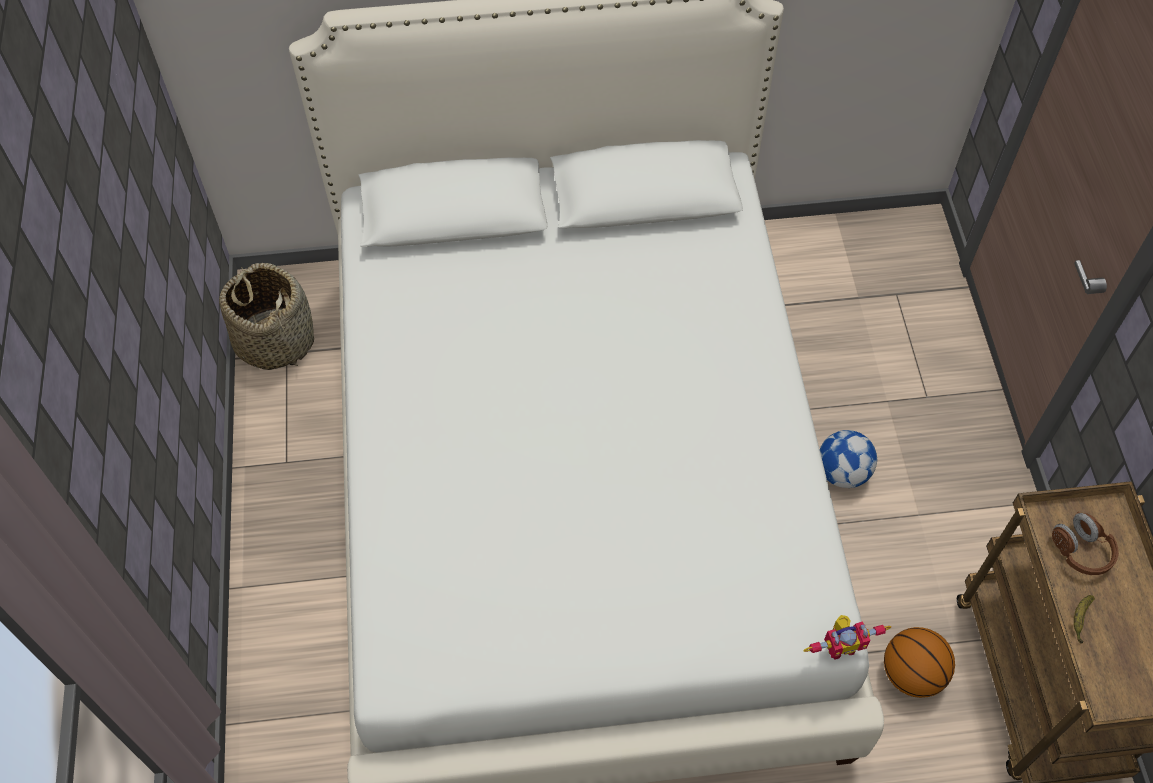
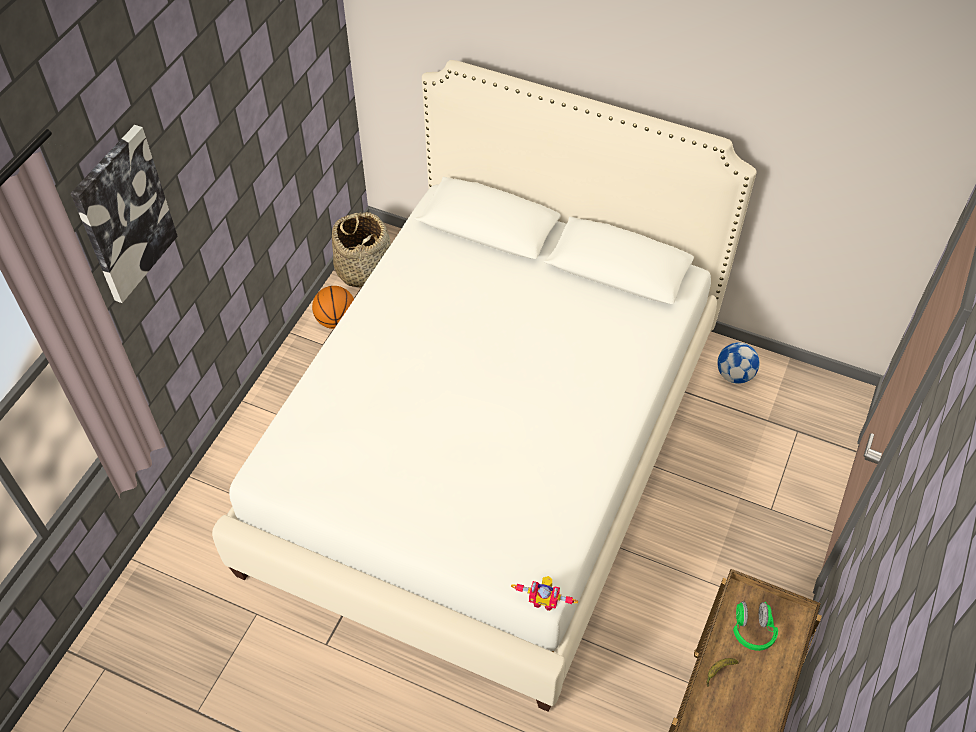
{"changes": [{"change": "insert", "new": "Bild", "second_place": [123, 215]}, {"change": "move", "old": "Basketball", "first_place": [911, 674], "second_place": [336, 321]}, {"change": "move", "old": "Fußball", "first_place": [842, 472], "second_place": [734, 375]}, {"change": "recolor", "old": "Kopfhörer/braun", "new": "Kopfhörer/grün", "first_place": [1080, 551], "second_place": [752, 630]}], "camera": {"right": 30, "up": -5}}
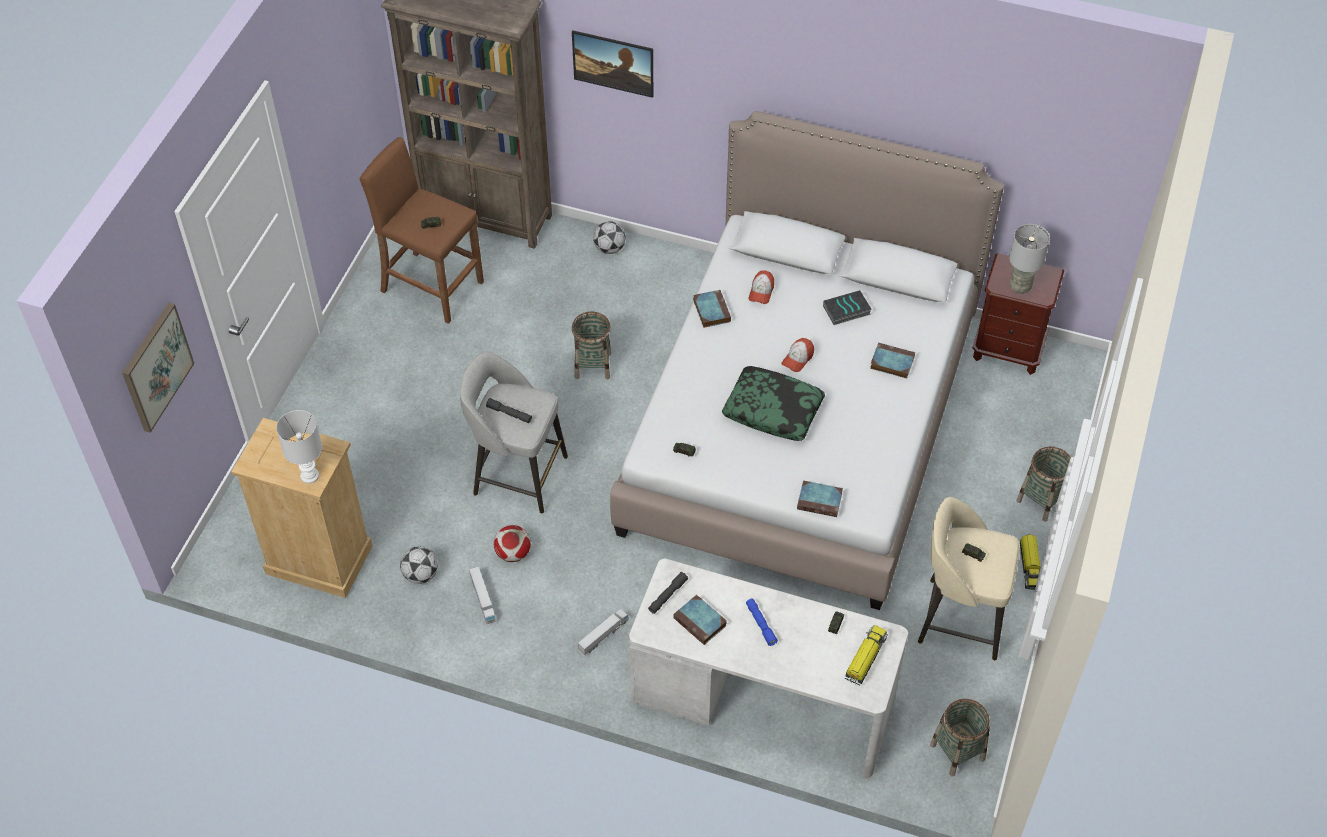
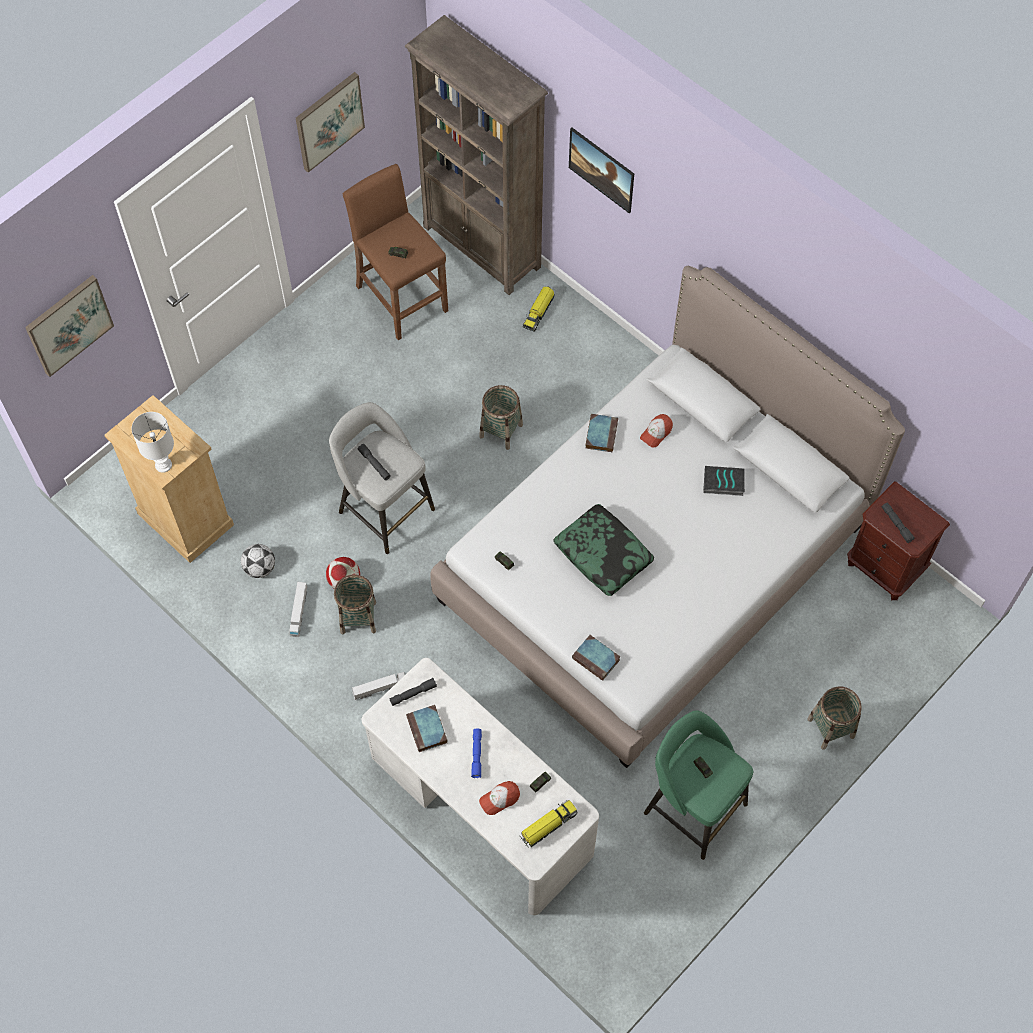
{"changes": [{"change": "insert", "new": "Bild", "second_place": [329, 121]}, {"change": "move", "old": "Korb", "first_place": [957, 752], "second_place": [358, 617]}, {"change": "move", "old": "Kappe", "first_place": [798, 358], "second_place": [500, 799]}, {"change": "move", "old": "Spielzeuglaster", "first_place": [1029, 565], "second_place": [539, 312]}, {"change": "recolor", "old": "Hocker/beige", "new": "Hocker/grün", "first_place": [959, 618], "second_place": [692, 806]}, {"change": "replace", "old": "Tischlampe/grau", "new": "Taschenlampe/grau", "first_place": [1020, 286], "second_place": [896, 524]}, {"change": "delete", "old": "Fußball", "first_place": [609, 248]}, {"change": "delete", "old": "Buch", "first_place": [891, 363]}], "camera": {"right": 25, "up": 10}}
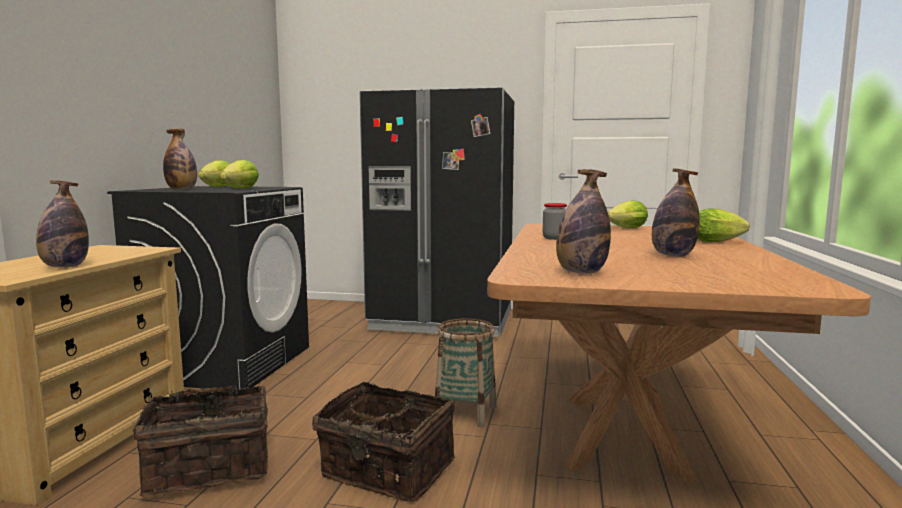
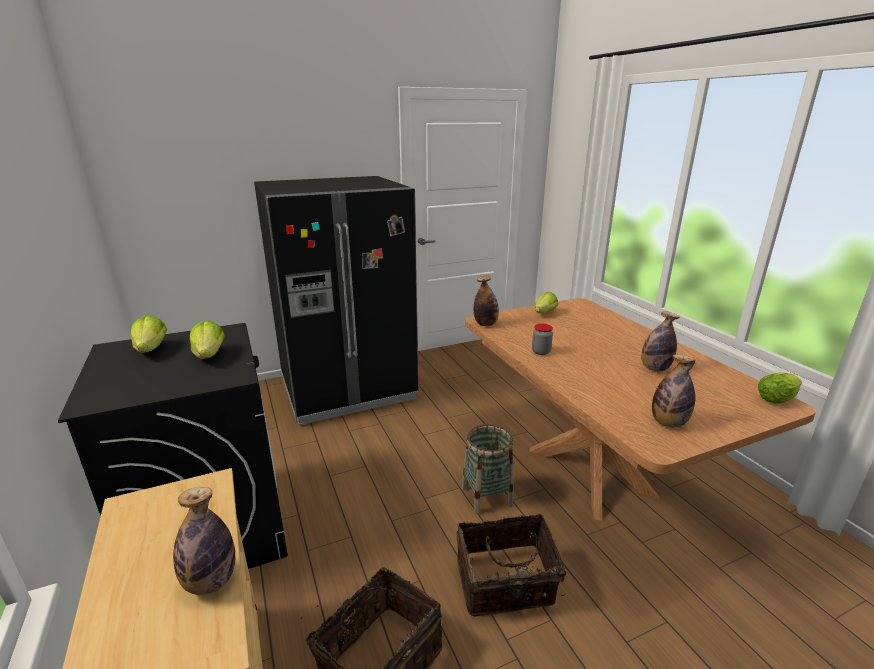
{"changes": [{"change": "move", "old": "Flasche", "first_place": [182, 189], "second_place": [485, 324]}, {"change": "move", "old": "Salatkopf", "first_place": [719, 242], "second_place": [778, 399]}], "camera": {"right": -35, "up": 15}}
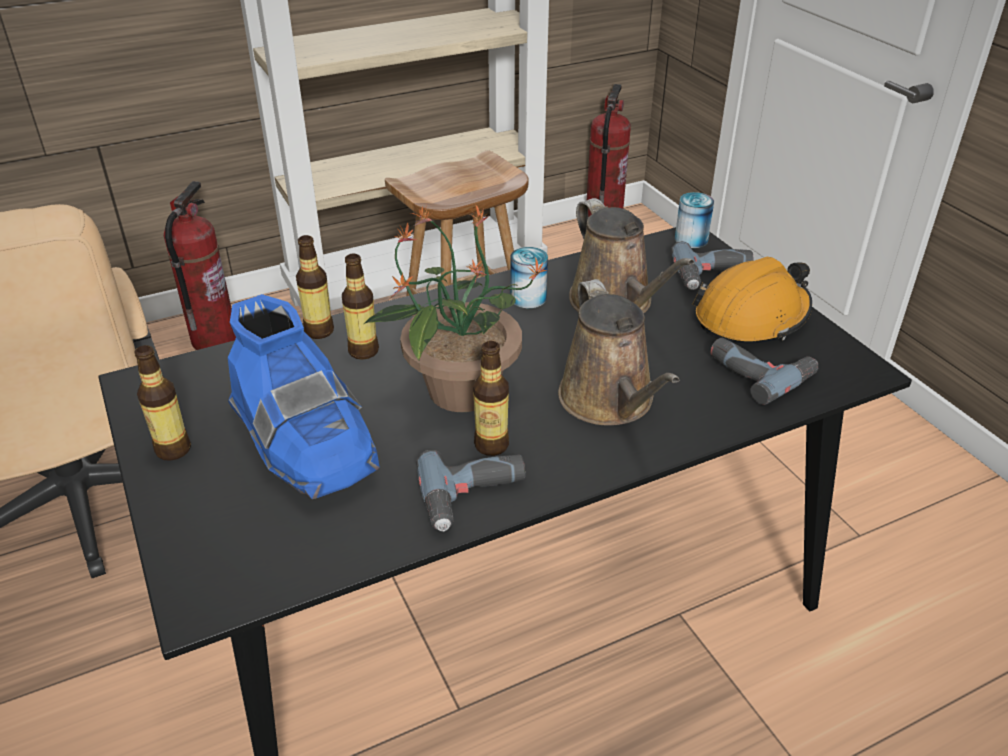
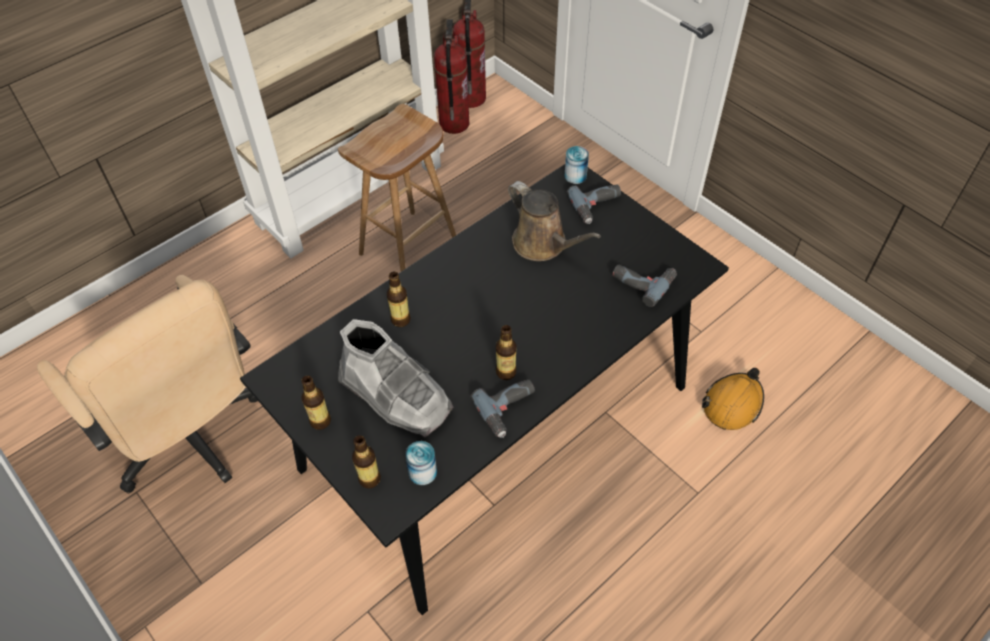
{"changes": [{"change": "recolor", "old": "Stiefel/blau", "new": "Stiefel/grau", "first_place": [304, 441], "second_place": [396, 396]}, {"change": "move", "old": "Flasche", "first_place": [319, 331], "second_place": [369, 479]}, {"change": "move", "old": "Dose", "first_place": [528, 298], "second_place": [422, 472]}, {"change": "move", "old": "Feuerlöscher", "first_place": [214, 340], "second_place": [454, 124]}, {"change": "move", "old": "Schutzhelm/orange", "first_place": [752, 317], "second_place": [732, 404]}, {"change": "delete", "old": "Topfpflanze", "first_place": [460, 390]}, {"change": "delete", "old": "Gießkanne/braun", "first_place": [610, 401]}], "camera": {"right": -15, "up": 15}}
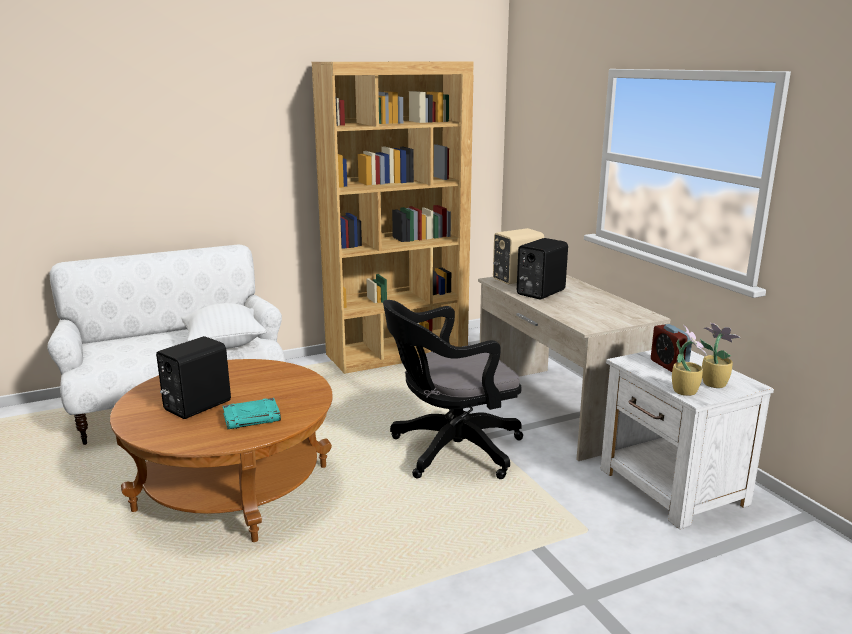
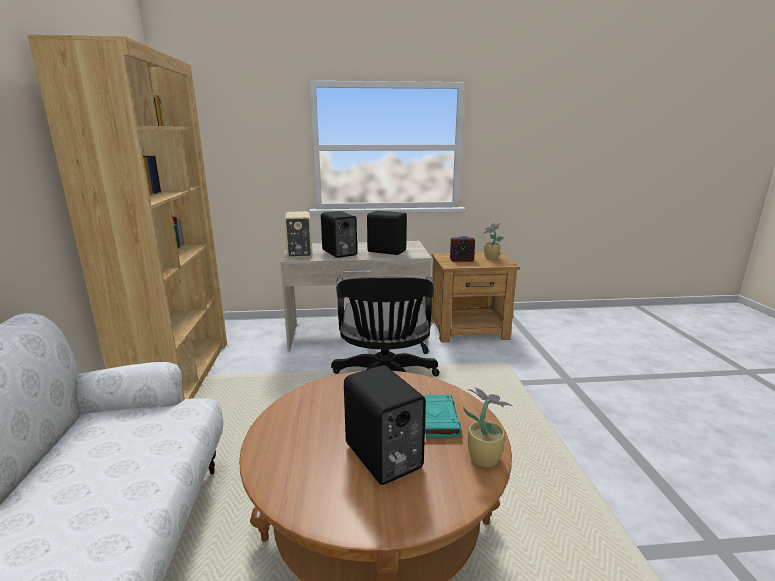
{"changes": [{"change": "insert", "new": "Lautsprecher/schwarz", "second_place": [386, 251]}, {"change": "recolor", "old": "Nachttisch/weiß", "new": "Nachttisch/braun", "first_place": [672, 487], "second_place": [469, 329]}, {"change": "move", "old": "Topfpflanze", "first_place": [685, 391], "second_place": [483, 457]}, {"change": "delete", "old": "Kissen/weiß", "first_place": [224, 344]}], "camera": {"right": -70, "up": 0}}
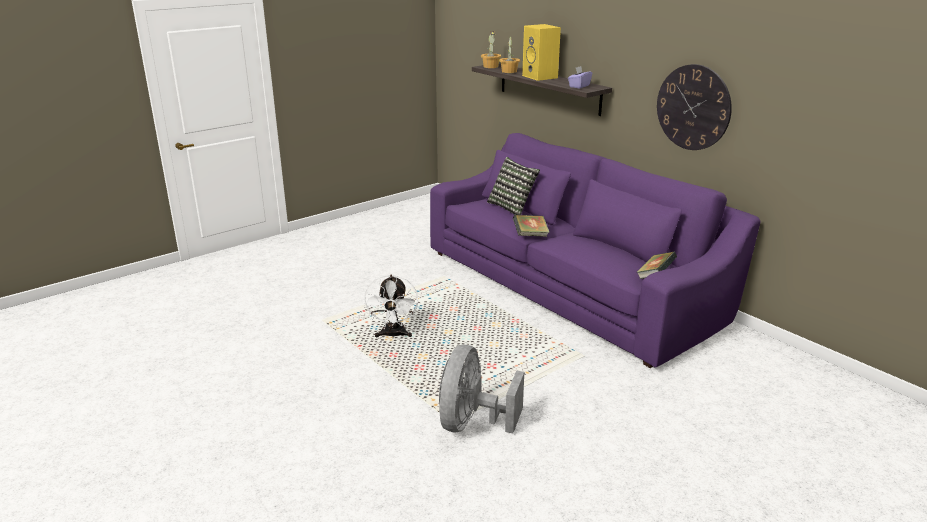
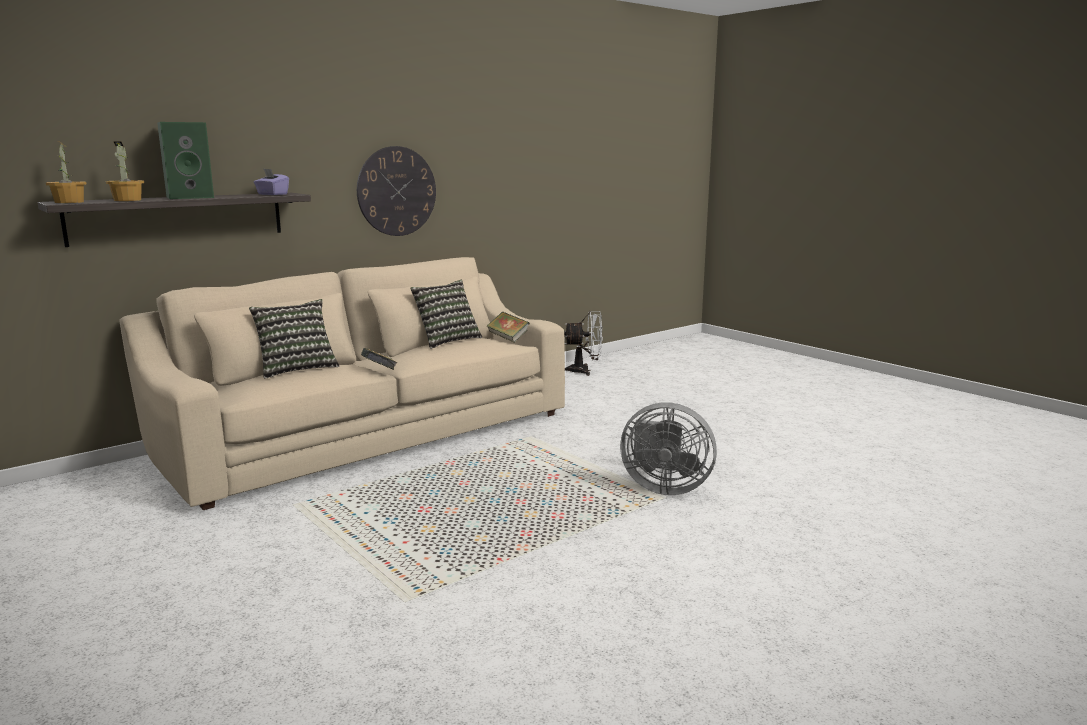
{"changes": [{"change": "recolor", "old": "Sofa/lila", "new": "Sofa/beige", "first_place": [570, 285], "second_place": [369, 434]}, {"change": "recolor", "old": "Lautsprecher/gelb", "new": "Lautsprecher/grün", "first_place": [541, 77], "second_place": [191, 197]}, {"change": "insert", "new": "Kissen", "second_place": [447, 340]}, {"change": "move", "old": "Ventilator/weiß", "first_place": [393, 335], "second_place": [584, 371]}], "camera": {"right": -90, "up": -10}}
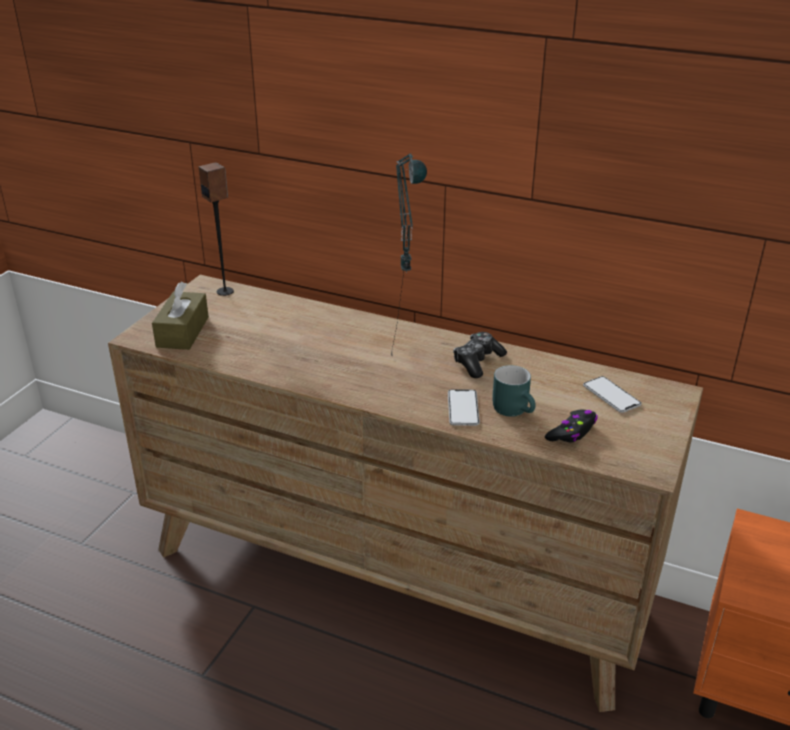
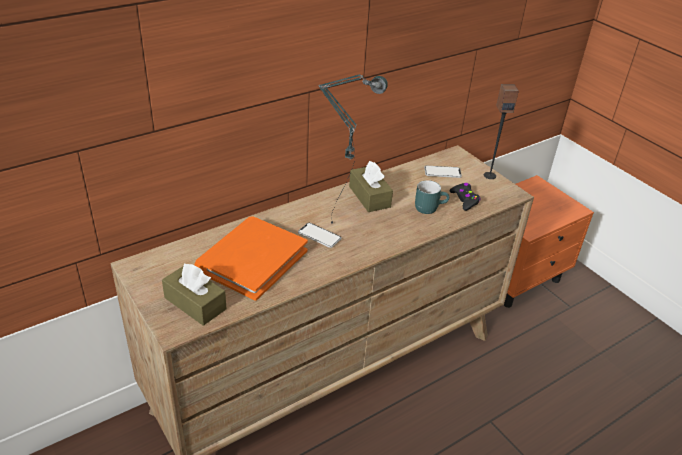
{"changes": [{"change": "insert", "new": "Buch/orange", "second_place": [252, 260]}, {"change": "move", "old": "Handy", "first_place": [463, 408], "second_place": [319, 236]}, {"change": "replace", "old": "Gamepad", "new": "Taschentuchbox/braun", "first_place": [477, 362], "second_place": [369, 197]}, {"change": "move", "old": "Lautsprecher", "first_place": [225, 291], "second_place": [489, 175]}], "camera": {"right": -60, "up": 5}}
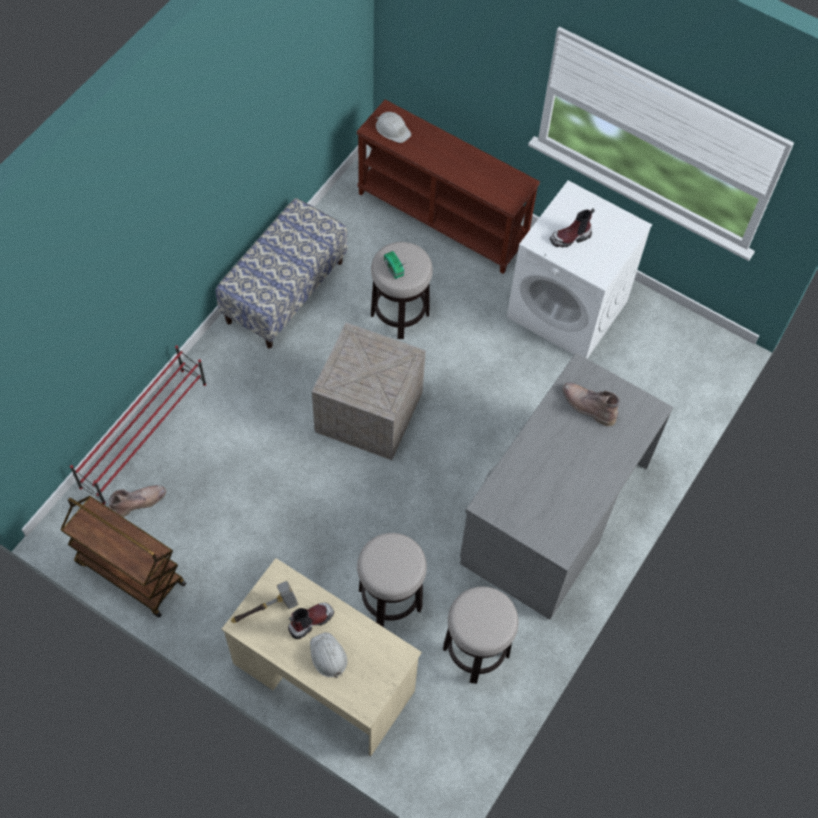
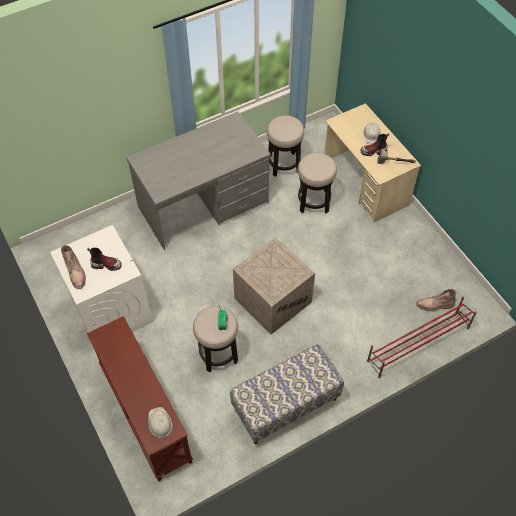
{"changes": [{"change": "move", "old": "Stiefel/braun", "first_place": [587, 406], "second_place": [76, 273]}, {"change": "delete", "old": "Rollwagen/braun", "first_place": [129, 573]}], "camera": {"right": -150, "up": -5}}
